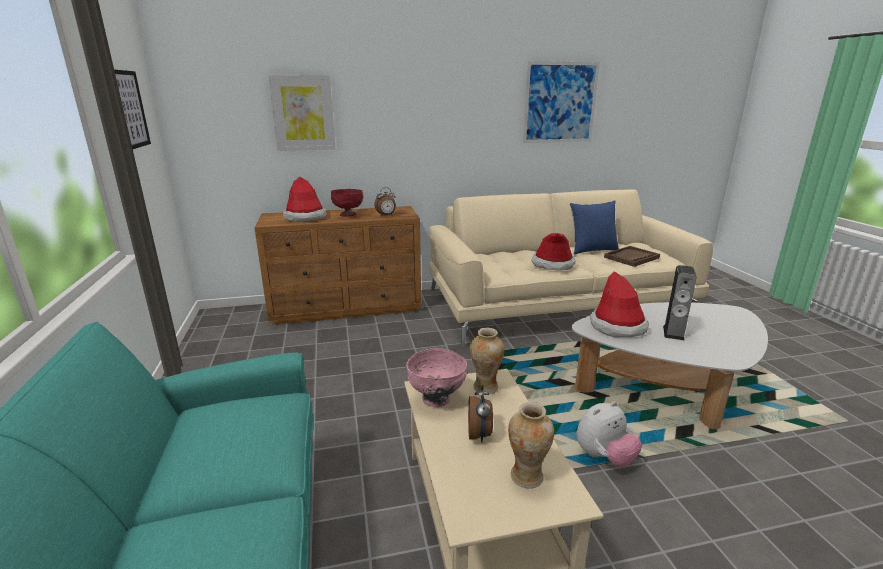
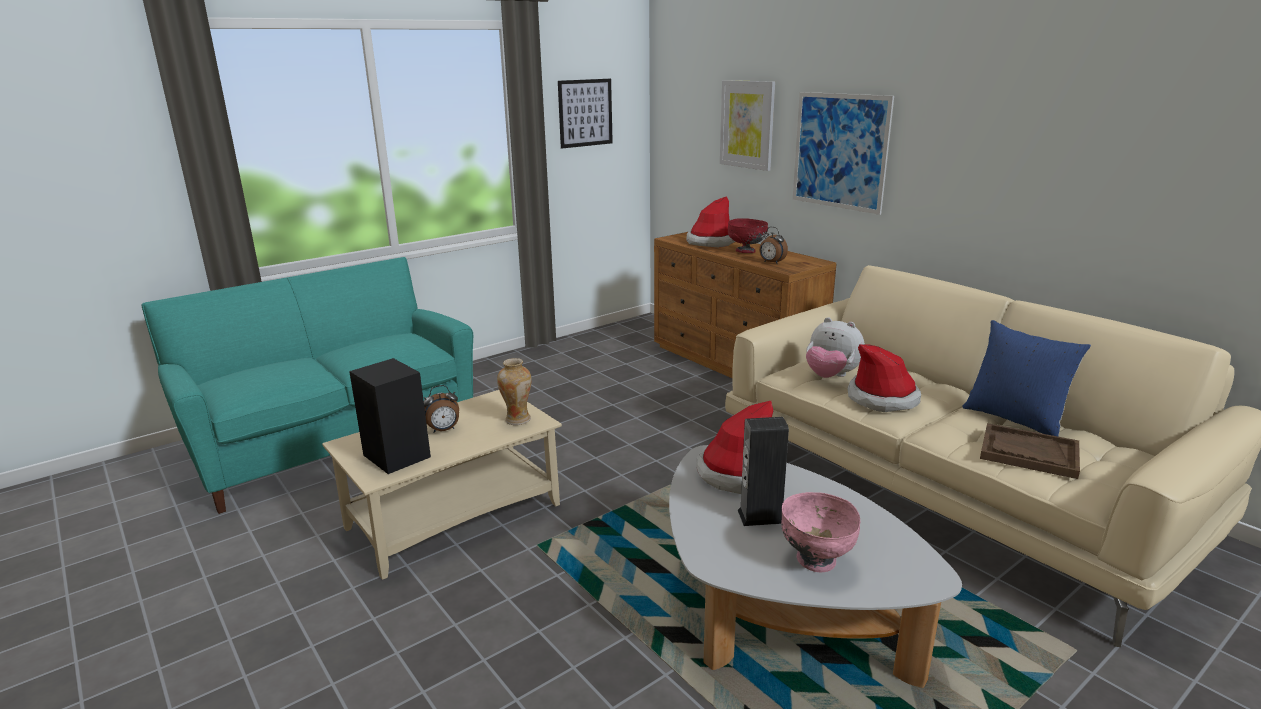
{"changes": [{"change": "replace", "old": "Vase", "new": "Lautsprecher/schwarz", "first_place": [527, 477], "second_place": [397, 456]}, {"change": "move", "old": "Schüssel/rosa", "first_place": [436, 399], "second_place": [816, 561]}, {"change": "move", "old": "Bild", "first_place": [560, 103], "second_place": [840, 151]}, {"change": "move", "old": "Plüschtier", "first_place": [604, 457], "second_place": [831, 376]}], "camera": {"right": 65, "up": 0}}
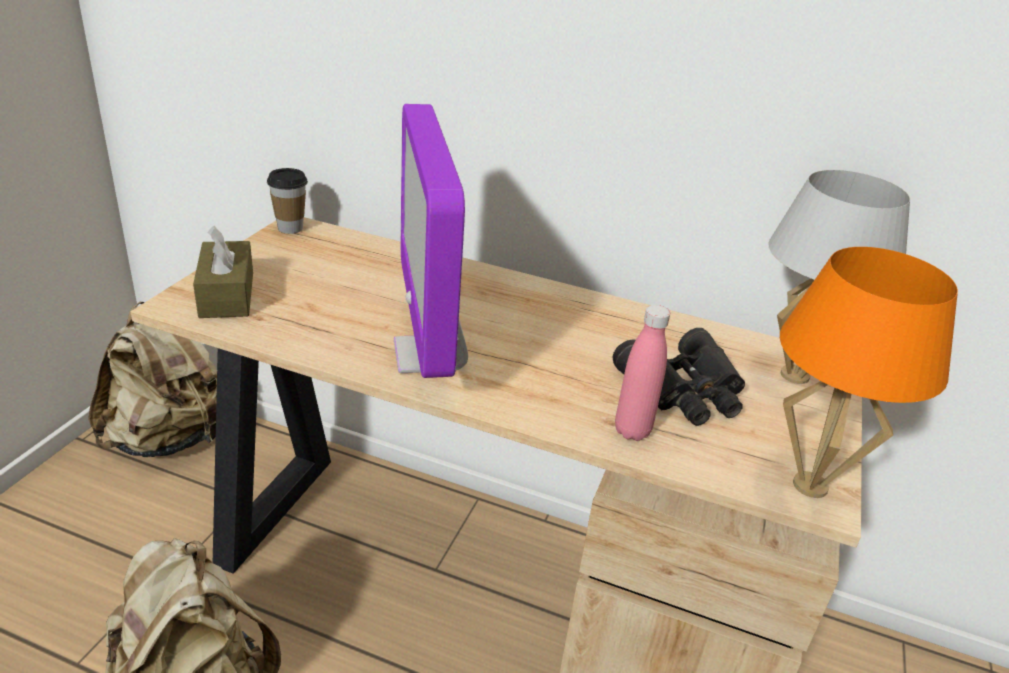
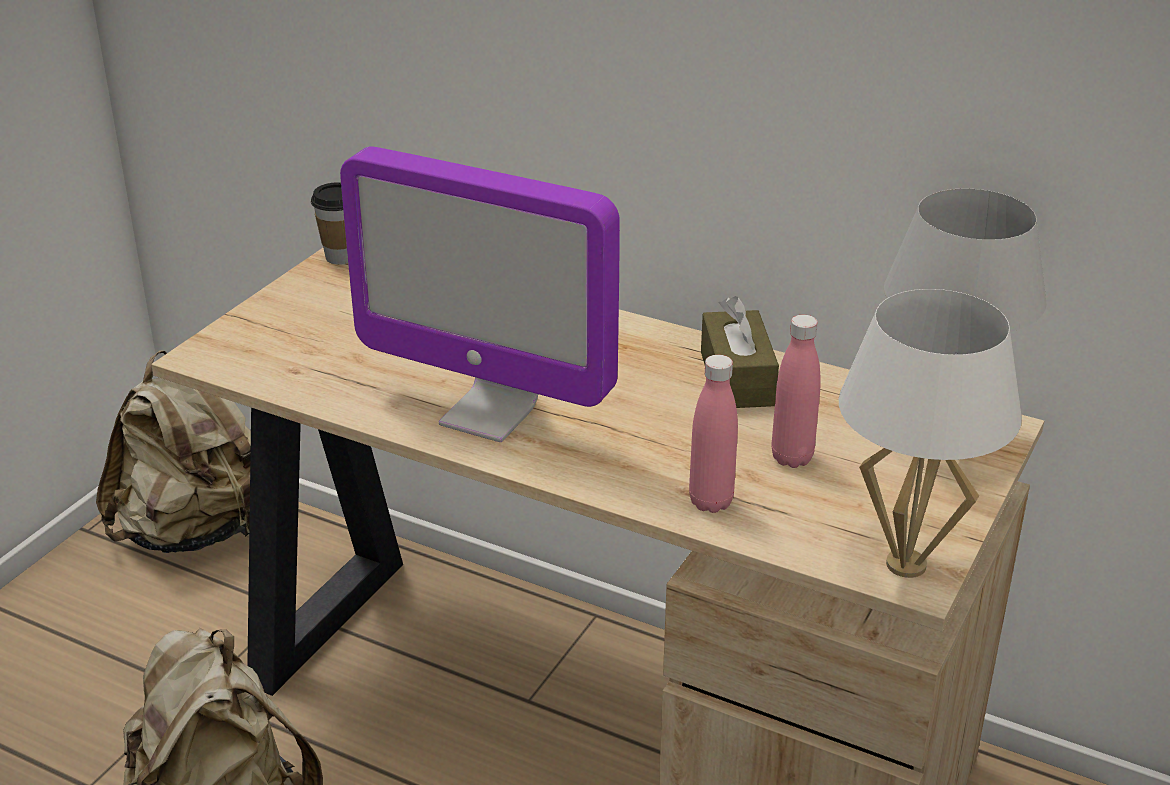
{"changes": [{"change": "rotate", "old": "Monitor", "first_place": [429, 355], "second_place": [489, 414], "degrees": -60}, {"change": "move", "old": "Taschentuchbox/braun", "first_place": [227, 295], "second_place": [737, 378]}, {"change": "replace", "old": "Fernglas/schwarz", "new": "Flasche/rosa", "first_place": [685, 391], "second_place": [792, 458]}, {"change": "recolor", "old": "Tischlampe/orange", "new": "Tischlampe/weiß", "first_place": [810, 485], "second_place": [906, 564]}], "camera": {"right": 10, "up": 0}}
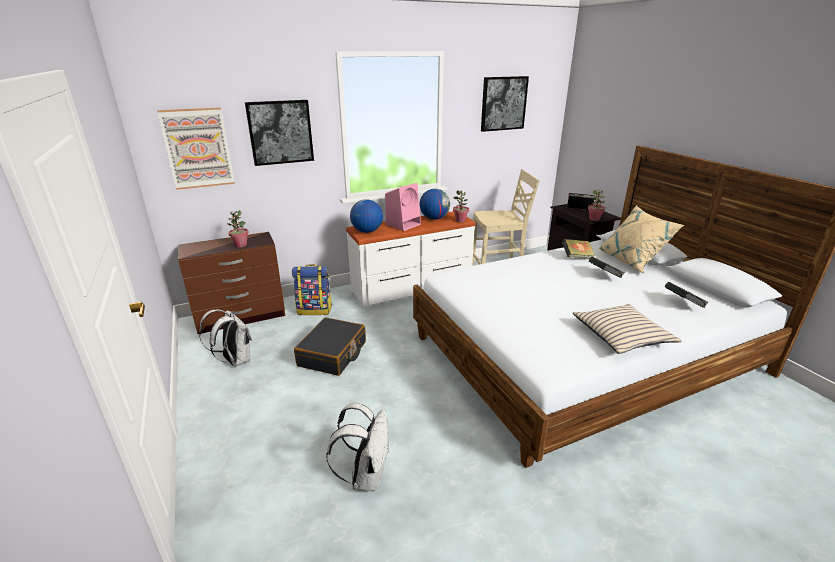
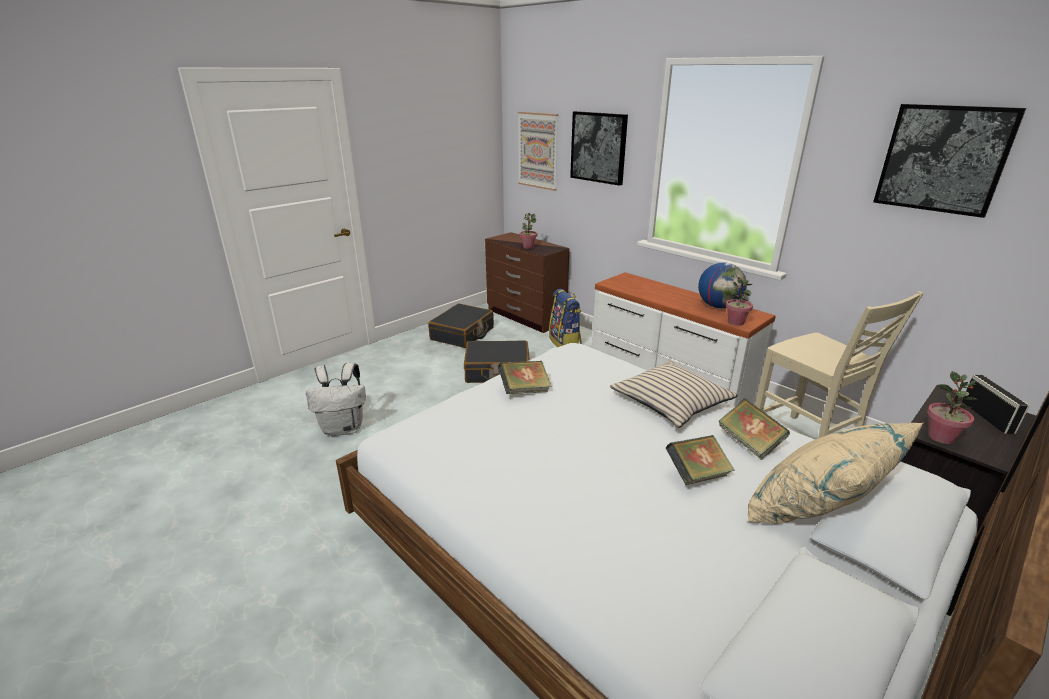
{"changes": [{"change": "replace", "old": "Rucksack/weiß", "new": "Koffer/schwarz", "first_place": [235, 360], "second_place": [462, 334]}, {"change": "move", "old": "Buch", "first_place": [682, 304], "second_place": [524, 390]}, {"change": "move", "old": "Kissen/beige", "first_place": [622, 335], "second_place": [671, 402]}, {"change": "delete", "old": "Globus", "first_place": [367, 231]}, {"change": "delete", "old": "Lautsprecher/rosa", "first_place": [404, 224]}], "camera": {"right": 70, "up": 0}}
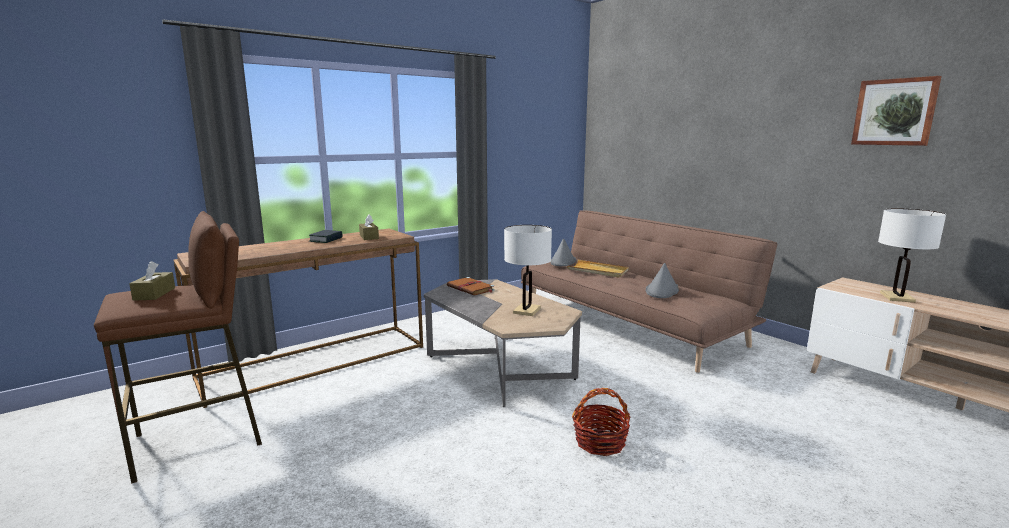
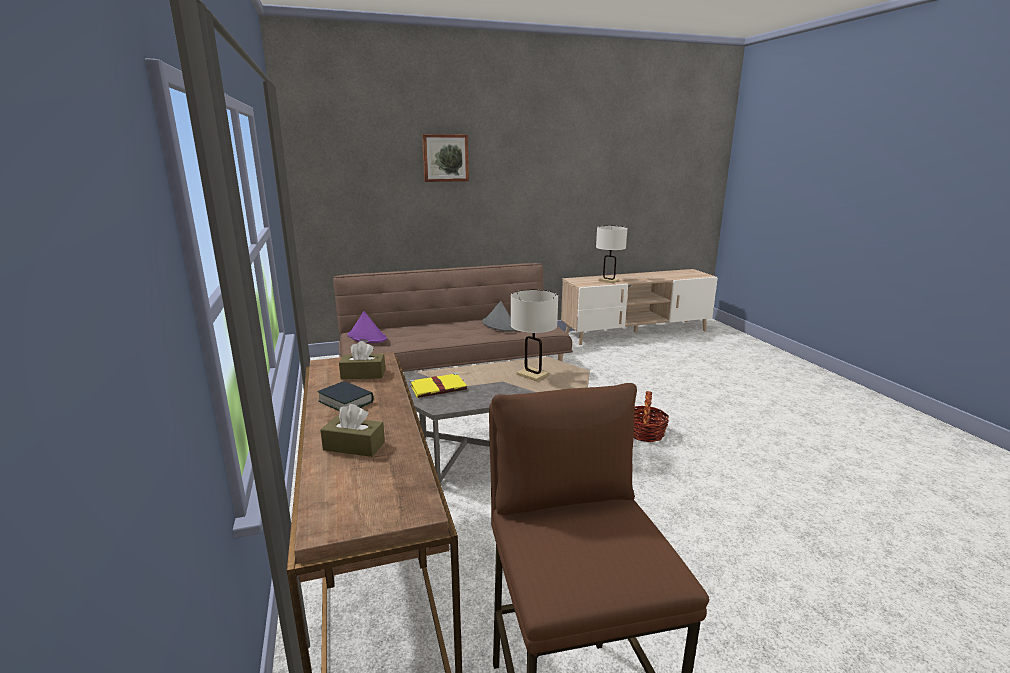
{"changes": [{"change": "move", "old": "Taschentuchbox/braun", "first_place": [154, 294], "second_place": [354, 446]}, {"change": "recolor", "old": "Hut/grau", "new": "Hut/lila", "first_place": [563, 262], "second_place": [366, 337]}, {"change": "recolor", "old": "Buch/braun", "new": "Buch/gelb", "first_place": [471, 288], "second_place": [439, 387]}, {"change": "move", "old": "Bild", "first_place": [894, 112], "second_place": [445, 158]}, {"change": "delete", "old": "Tablett/beige", "first_place": [598, 271]}], "camera": {"right": -70, "up": 5}}
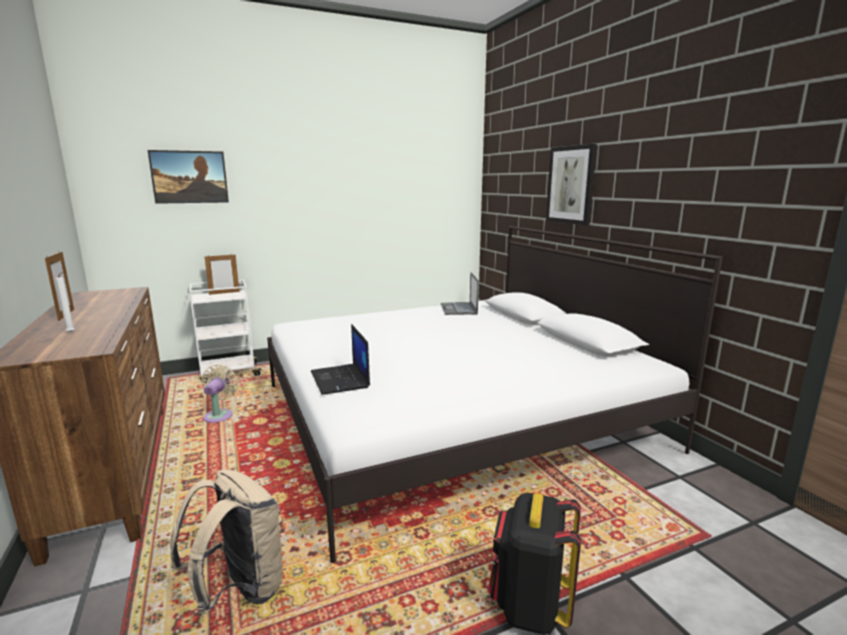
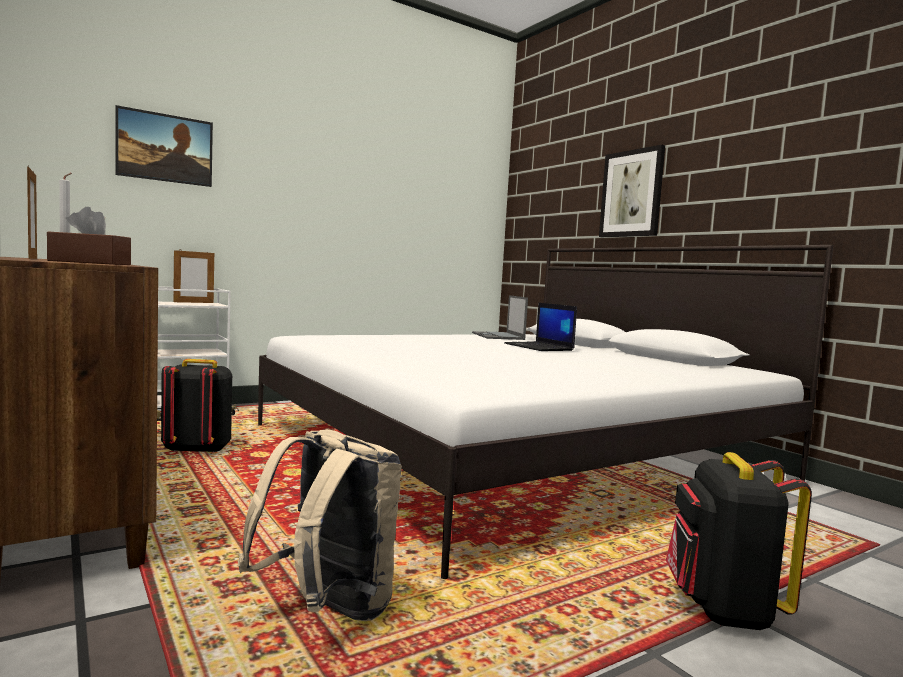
{"changes": [{"change": "insert", "new": "Taschentuchbox/braun", "second_place": [90, 263]}, {"change": "replace", "old": "Ventilator/beige", "new": "Rucksack/schwarz", "first_place": [219, 415], "second_place": [197, 449]}, {"change": "move", "old": "Laptop", "first_place": [340, 379], "second_place": [540, 347]}], "camera": {"right": -10, "up": -10}}
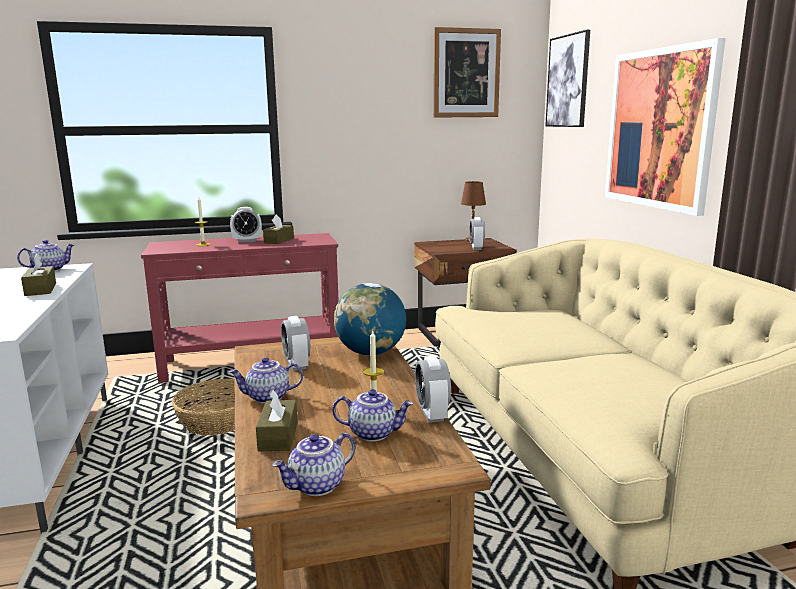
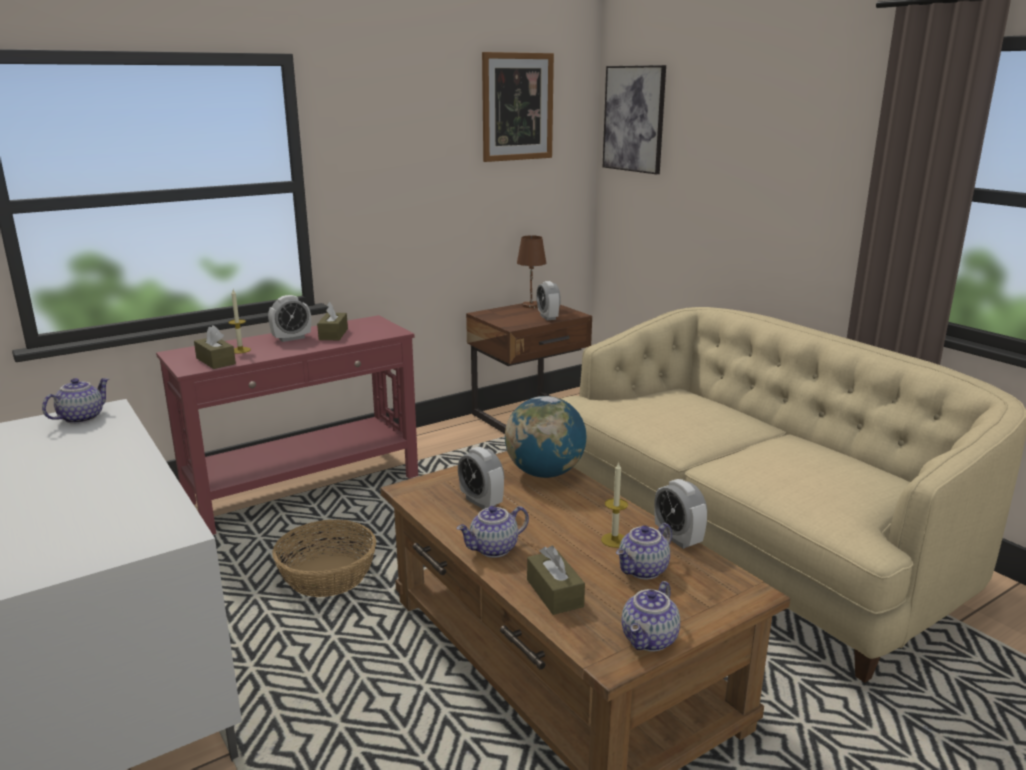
{"changes": [{"change": "move", "old": "Taschentuchbox/braun", "first_place": [40, 289], "second_place": [215, 361]}, {"change": "rotate", "old": "Teekanne", "first_place": [373, 433], "second_place": [644, 571], "degrees": 150}, {"change": "delete", "old": "Bild", "first_place": [659, 129]}], "camera": {"right": -20, "up": 5}}
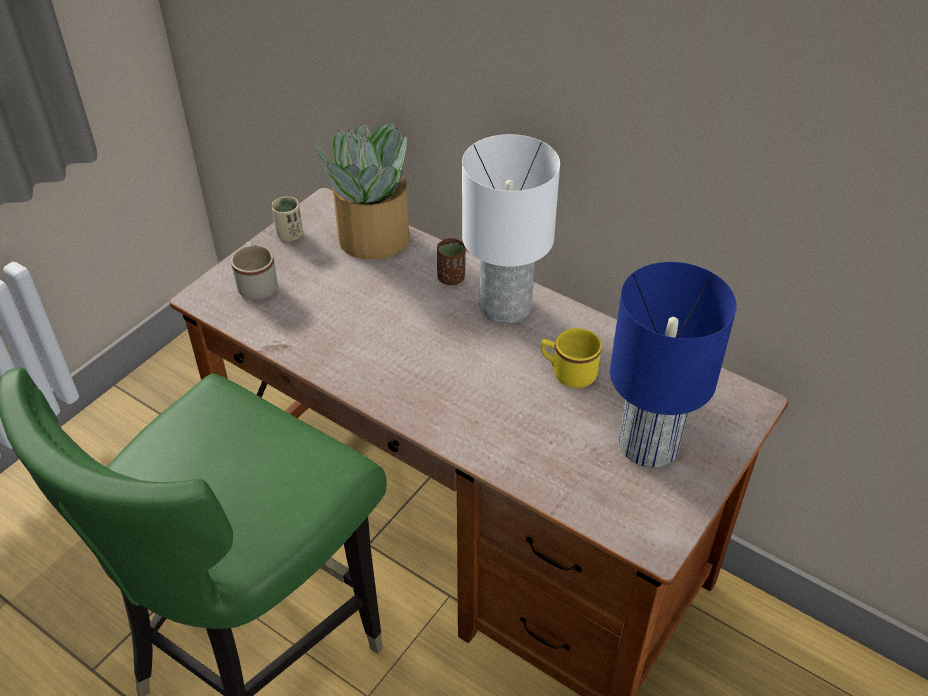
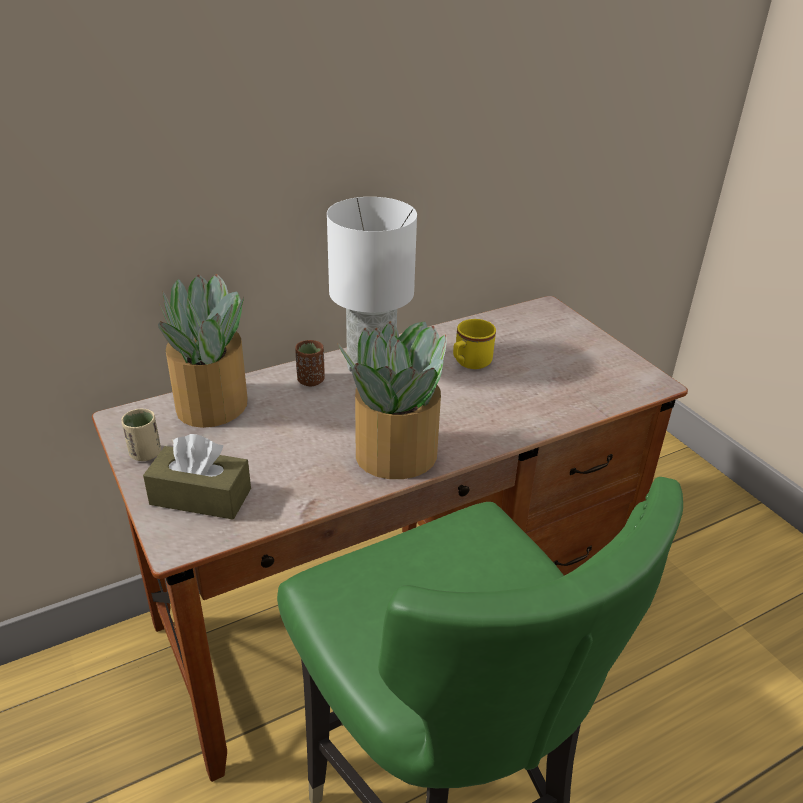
{"changes": [{"change": "replace", "old": "Henkelbecher/beige", "new": "Taschentuchbox/braun", "first_place": [257, 285], "second_place": [200, 497]}, {"change": "insert", "new": "Topfpflanze", "second_place": [394, 455]}, {"change": "delete", "old": "Tischlampe/blau", "first_place": [648, 446]}], "camera": {"right": -65, "up": -10}}
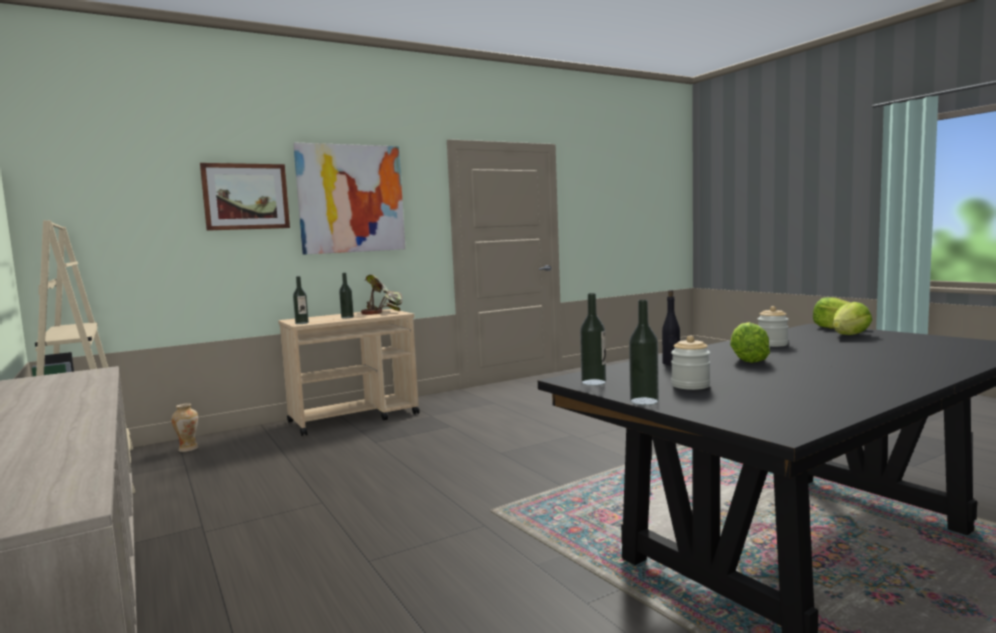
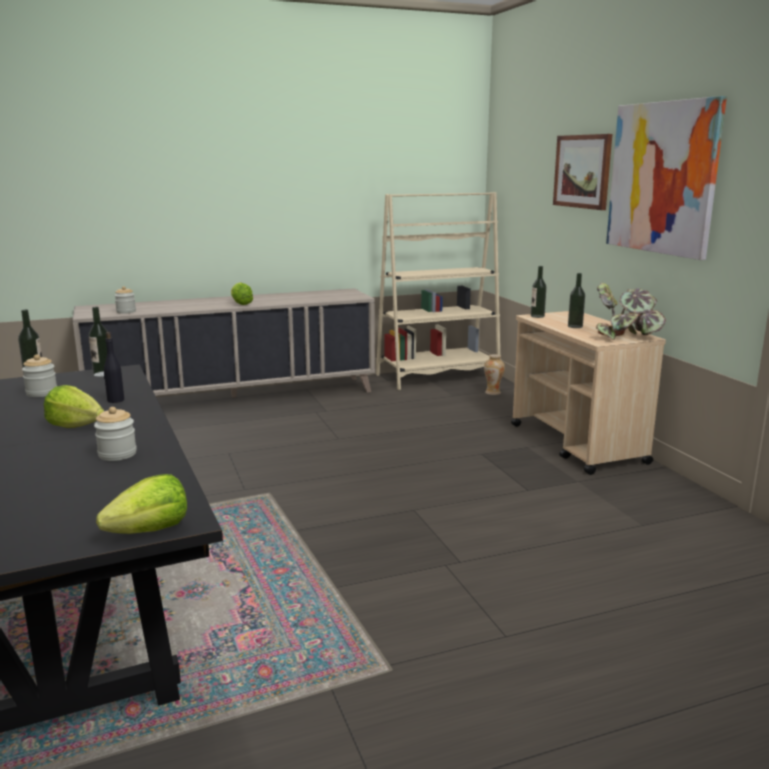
{"changes": [{"change": "insert", "new": "Vorratsglas", "second_place": [126, 311]}, {"change": "move", "old": "Salatkopf", "first_place": [849, 335], "second_place": [241, 303]}], "camera": {"right": 100, "up": 10}}
